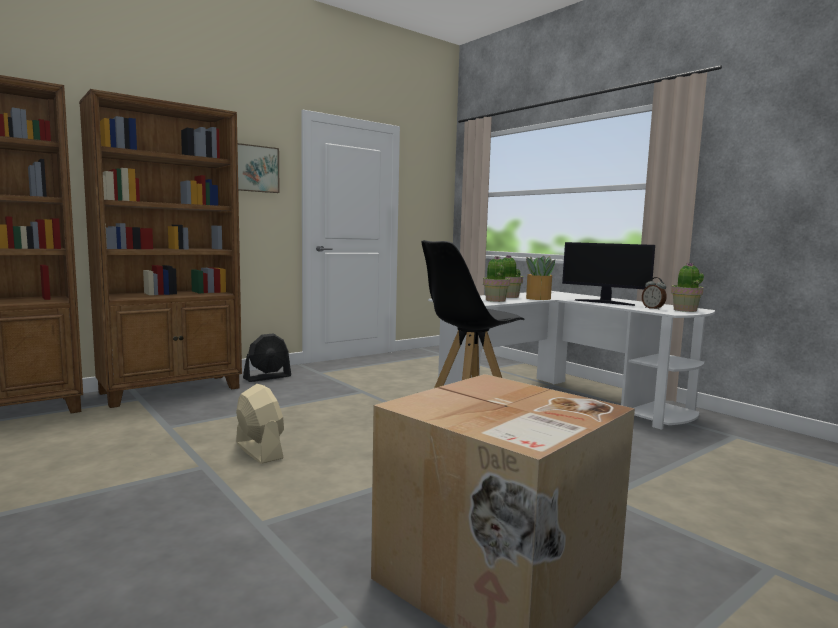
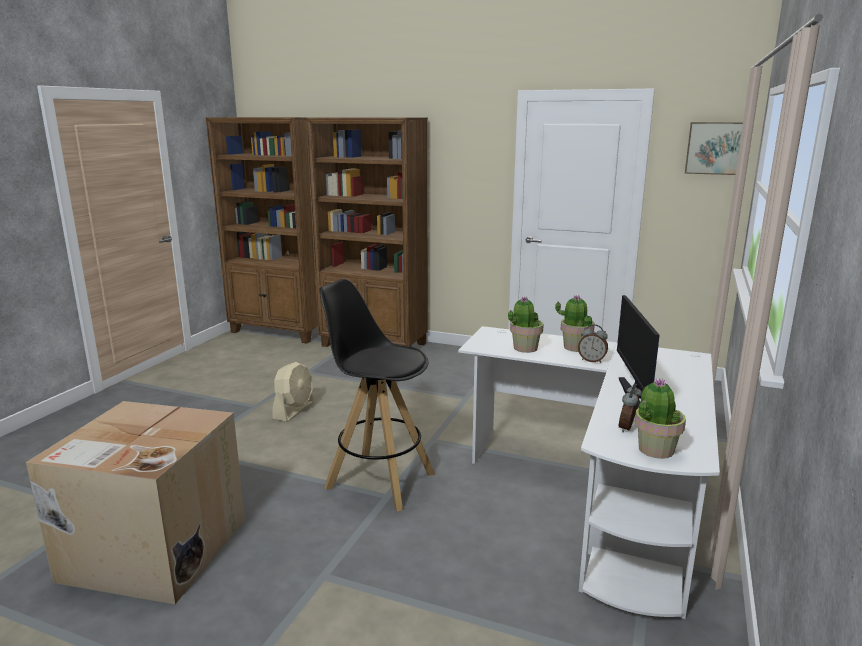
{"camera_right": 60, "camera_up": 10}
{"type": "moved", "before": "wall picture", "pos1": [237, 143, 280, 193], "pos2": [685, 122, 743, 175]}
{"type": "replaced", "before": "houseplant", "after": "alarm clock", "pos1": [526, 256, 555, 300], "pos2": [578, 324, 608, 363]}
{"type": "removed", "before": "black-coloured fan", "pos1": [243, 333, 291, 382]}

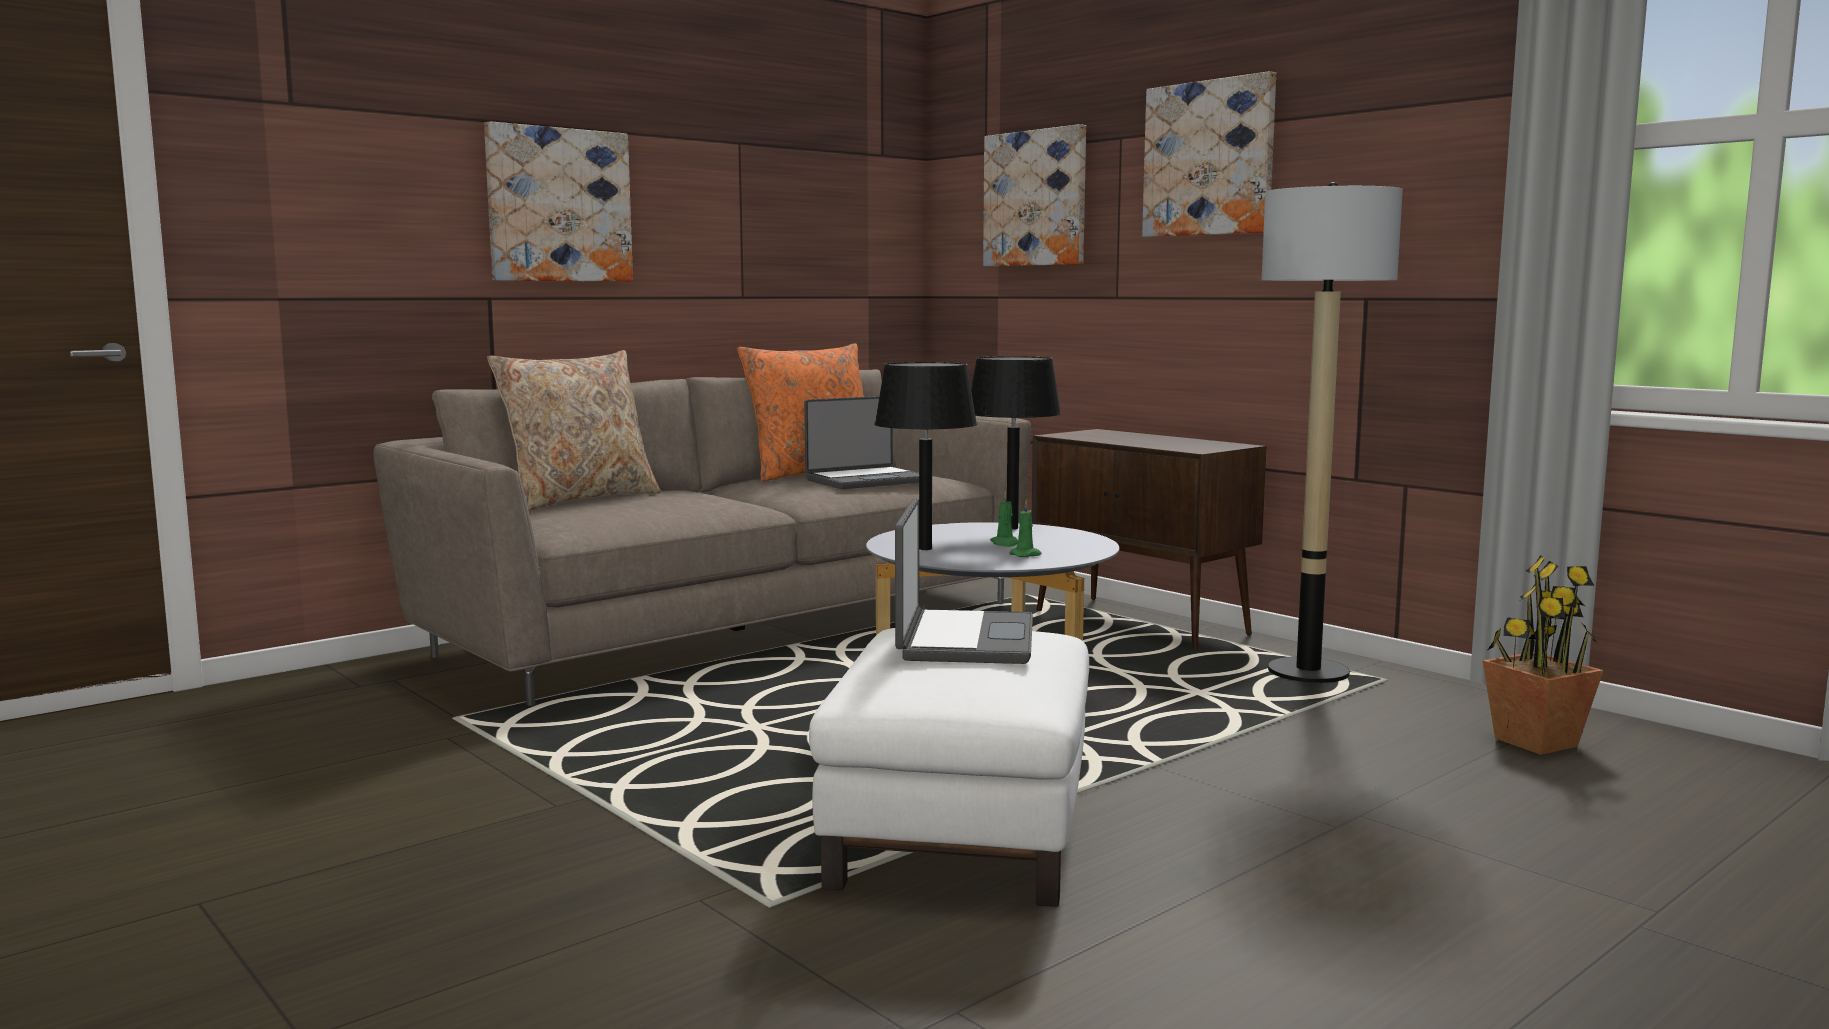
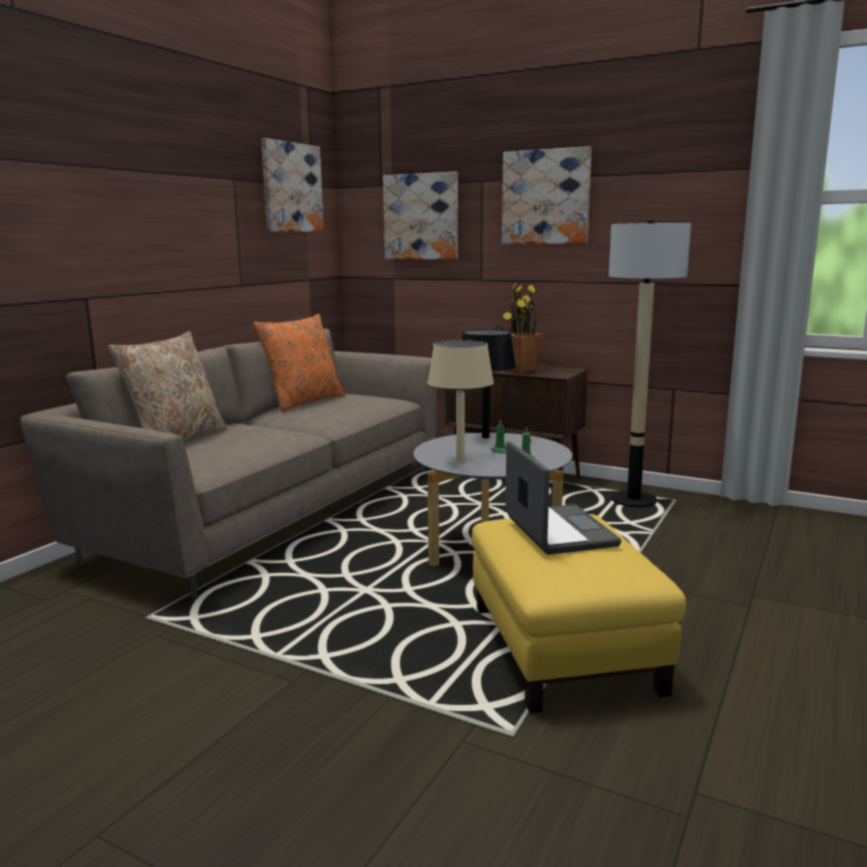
{"camera_right": -20, "camera_up": 5}
{"type": "moved", "before": "wall picture", "pos1": [484, 121, 633, 282], "pos2": [261, 138, 324, 232]}
{"type": "recoloured", "before": "black-coloured lamp for a table", "after": "sand-coloured lamp for a table", "pos1": [874, 362, 977, 550], "pos2": [427, 340, 494, 462]}
{"type": "removed", "before": "portable computer", "pos1": [804, 396, 919, 489]}
{"type": "moved", "before": "houseplant", "pos1": [1482, 555, 1604, 755], "pos2": [496, 282, 544, 373]}
{"type": "recoloured", "before": "whitish pouffe", "after": "yellow pouffe", "pos1": [809, 628, 1089, 907], "pos2": [472, 514, 686, 713]}

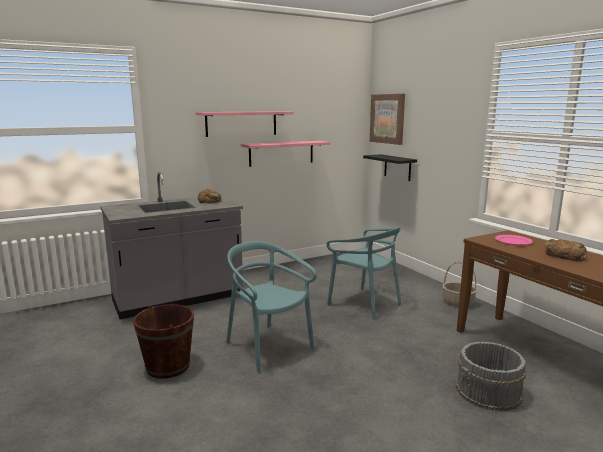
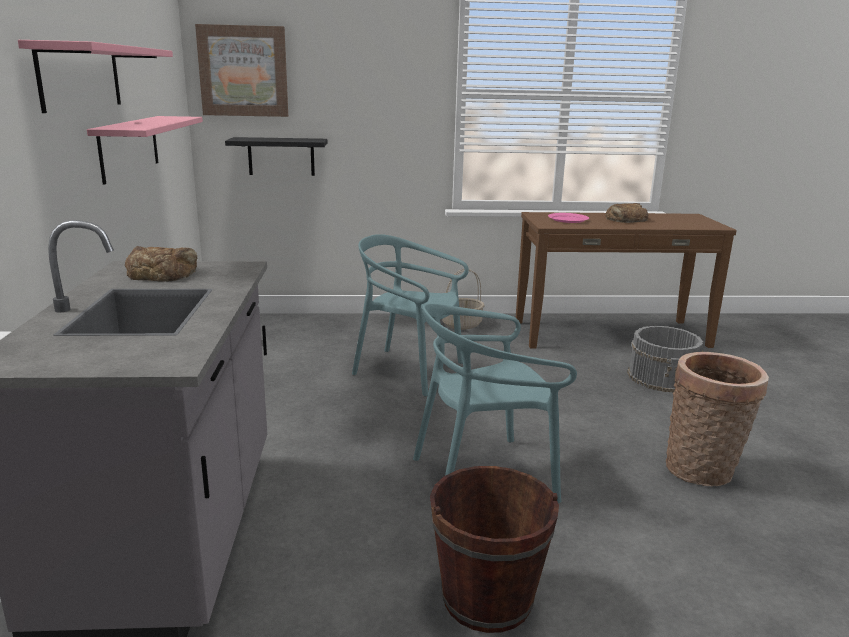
{"camera_right": -65, "camera_up": 5}
{"type": "turned", "before": "turquoise upright chair", "pos1": [327, 227, 401, 320], "pos2": [352, 234, 469, 396], "turn": -135}
{"type": "added", "after": "household basket", "pos2": [666, 352, 769, 486]}

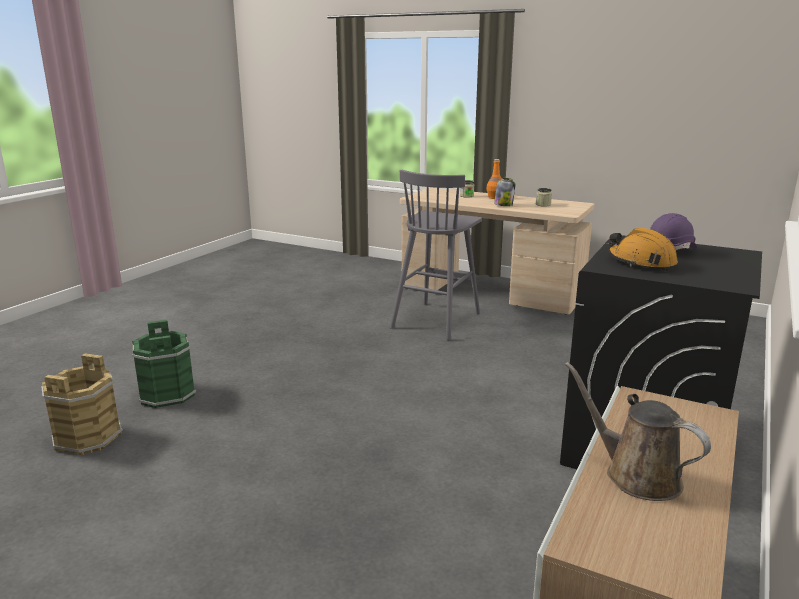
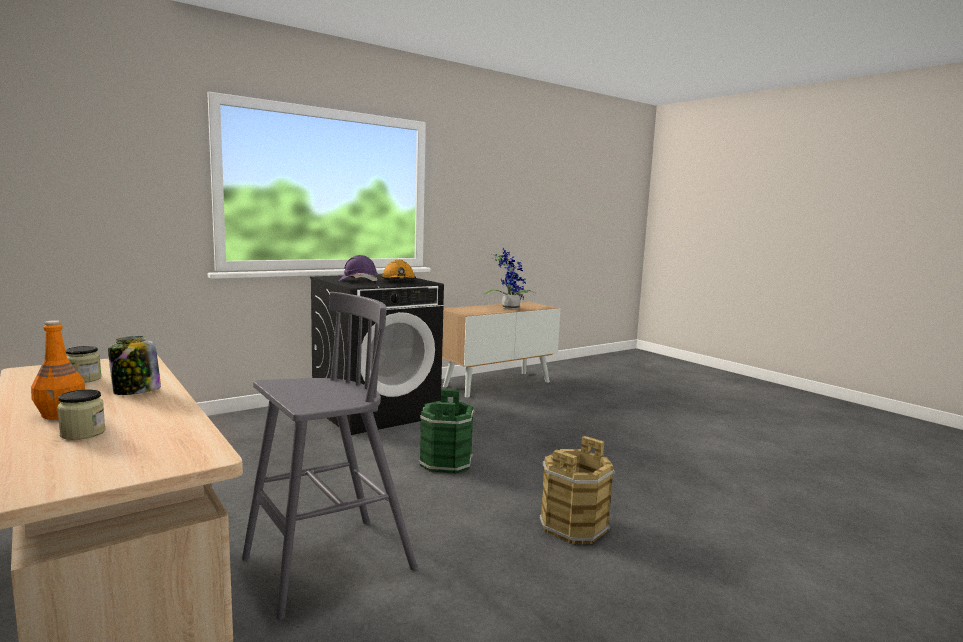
{"camera_right": -155, "camera_up": -10}
{"type": "moved", "before": "green pail", "pos1": [132, 320, 196, 409], "pos2": [419, 389, 475, 474]}
{"type": "moved", "before": "brown-coloured pail", "pos1": [41, 354, 123, 455], "pos2": [539, 436, 615, 544]}
{"type": "replaced", "before": "brown-coloured sprinkling can", "after": "houseplant", "pos1": [565, 362, 711, 501], "pos2": [484, 248, 535, 310]}

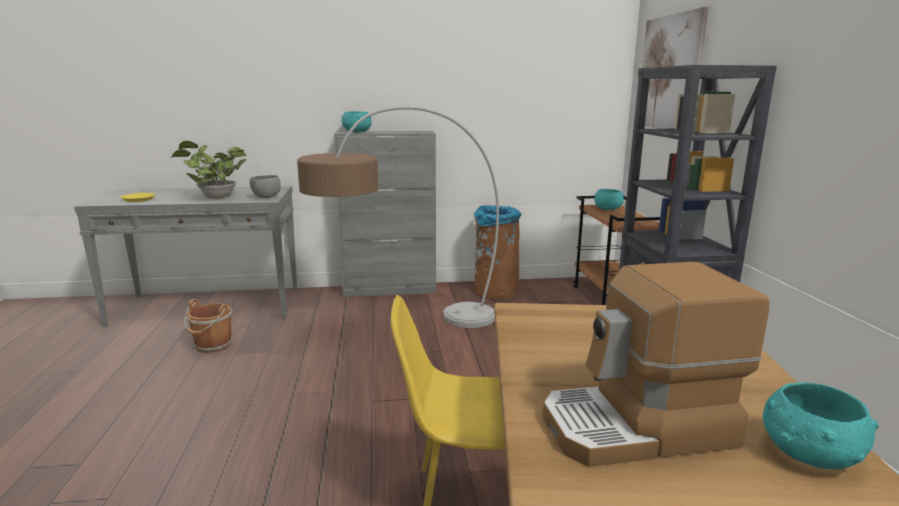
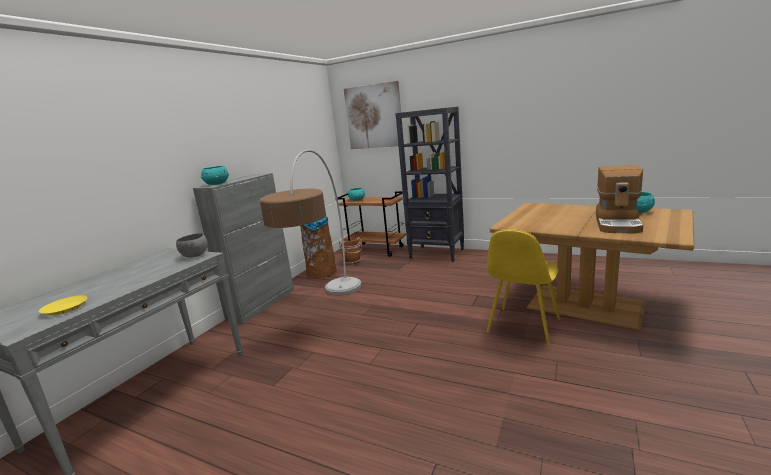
{"camera_right": -55, "camera_up": 0}
{"type": "removed", "before": "houseplant", "pos1": [171, 141, 247, 199]}
{"type": "moved", "before": "brown-coloured pail", "pos1": [184, 299, 232, 353], "pos2": [339, 237, 362, 265]}

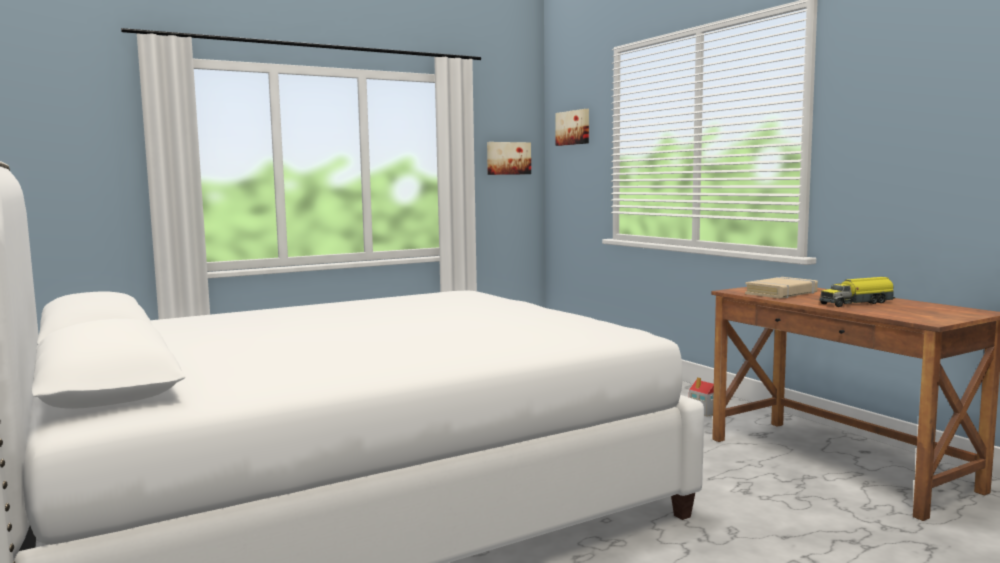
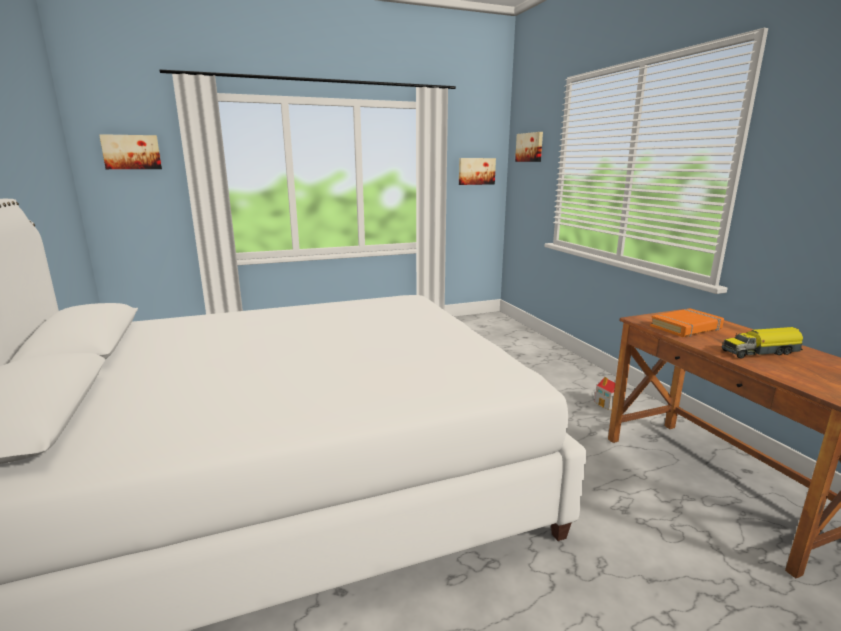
{"camera_right": 10, "camera_up": 10}
{"type": "recoloured", "before": "sand-coloured bound book", "after": "orange bound book", "pos1": [745, 277, 818, 299], "pos2": [650, 308, 724, 337]}
{"type": "added", "after": "wall picture", "pos2": [99, 134, 162, 169]}

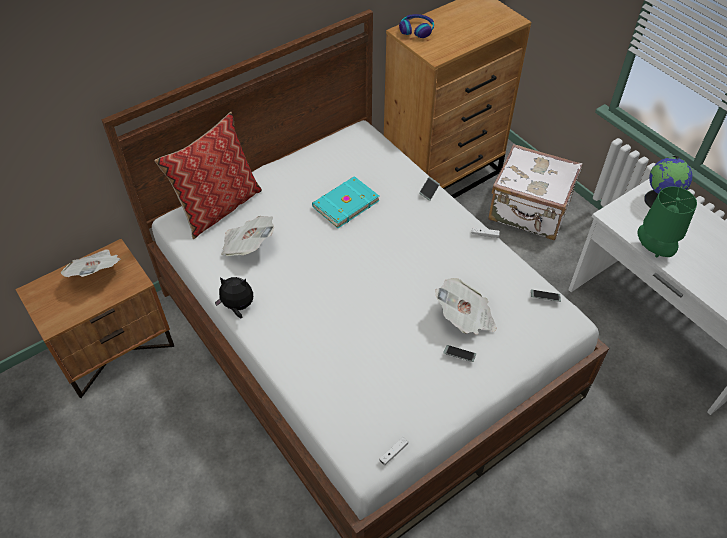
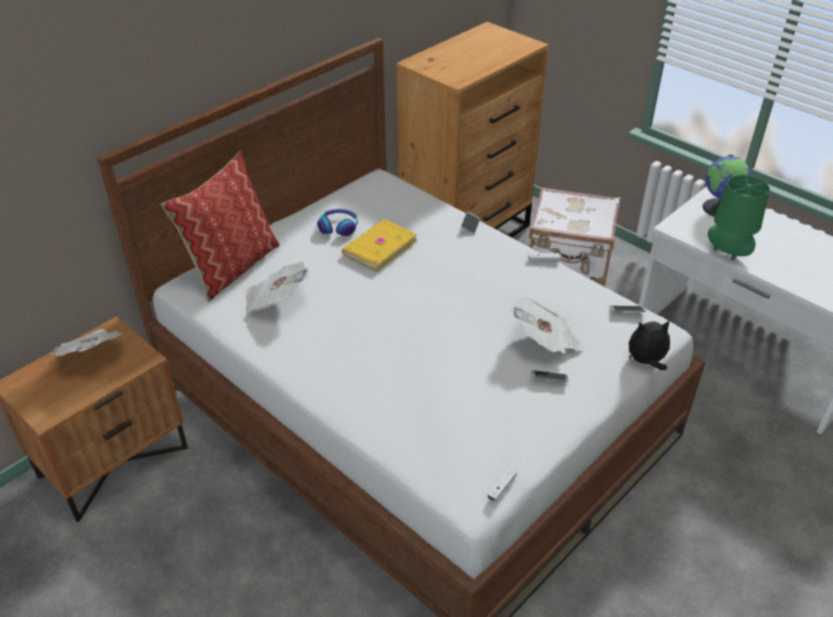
{"camera_right": -10, "camera_up": -10}
{"type": "moved", "before": "headphones", "pos1": [399, 14, 434, 38], "pos2": [317, 209, 358, 236]}
{"type": "recoloured", "before": "turquoise bound book", "after": "yellow bound book", "pos1": [312, 176, 379, 228], "pos2": [342, 219, 417, 272]}
{"type": "moved", "before": "soft toy", "pos1": [215, 277, 253, 318], "pos2": [629, 320, 670, 370]}

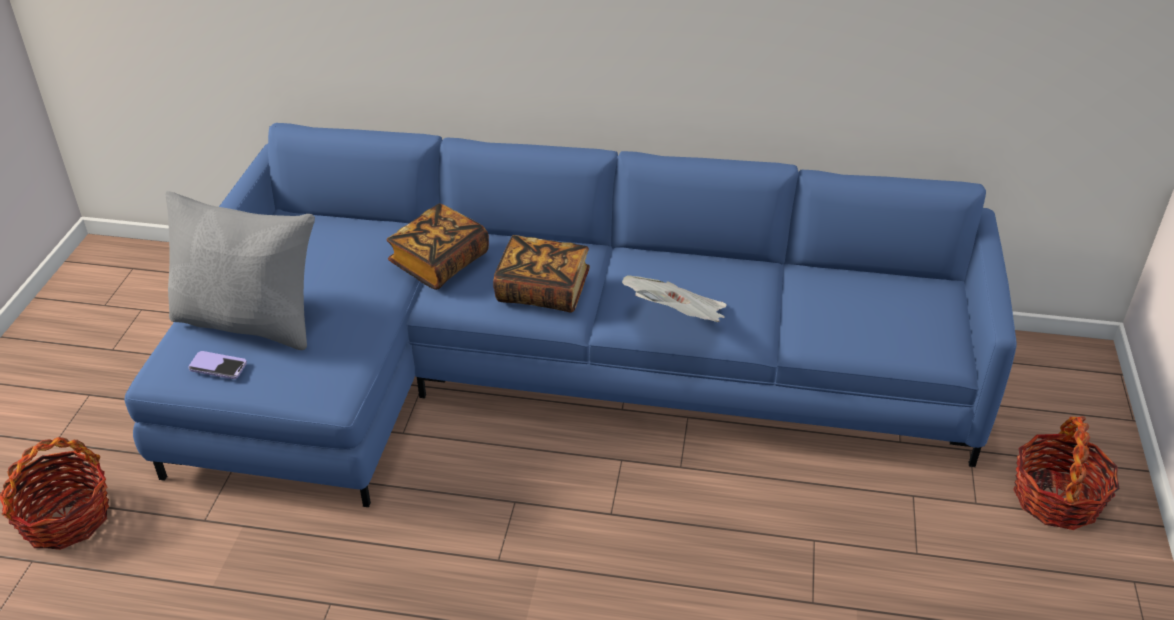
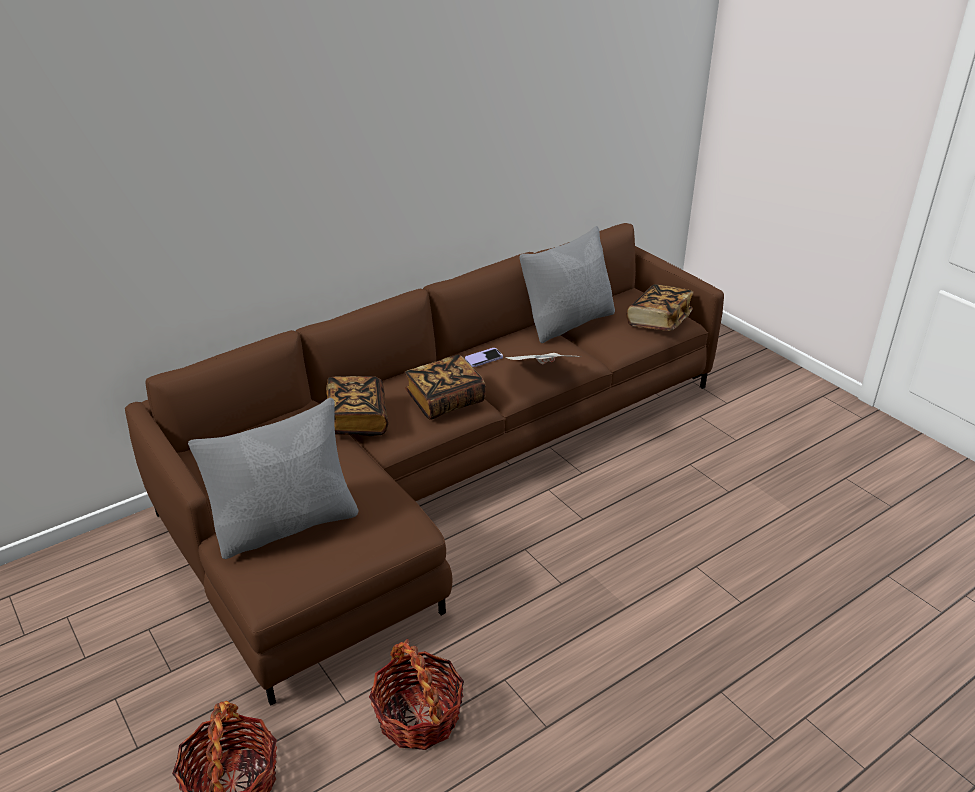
{"camera_right": -45, "camera_up": -5}
{"type": "recoloured", "before": "bluish couch", "after": "brown-coloured couch", "pos1": [124, 123, 1017, 507], "pos2": [125, 223, 724, 706]}
{"type": "moved", "before": "telephone", "pos1": [188, 351, 247, 379], "pos2": [465, 348, 503, 367]}
{"type": "moved", "before": "household basket", "pos1": [1013, 416, 1120, 530], "pos2": [369, 639, 464, 750]}
{"type": "added", "after": "gray pillow", "pos2": [520, 226, 615, 343]}
{"type": "added", "after": "bound book", "pos2": [627, 284, 693, 331]}

